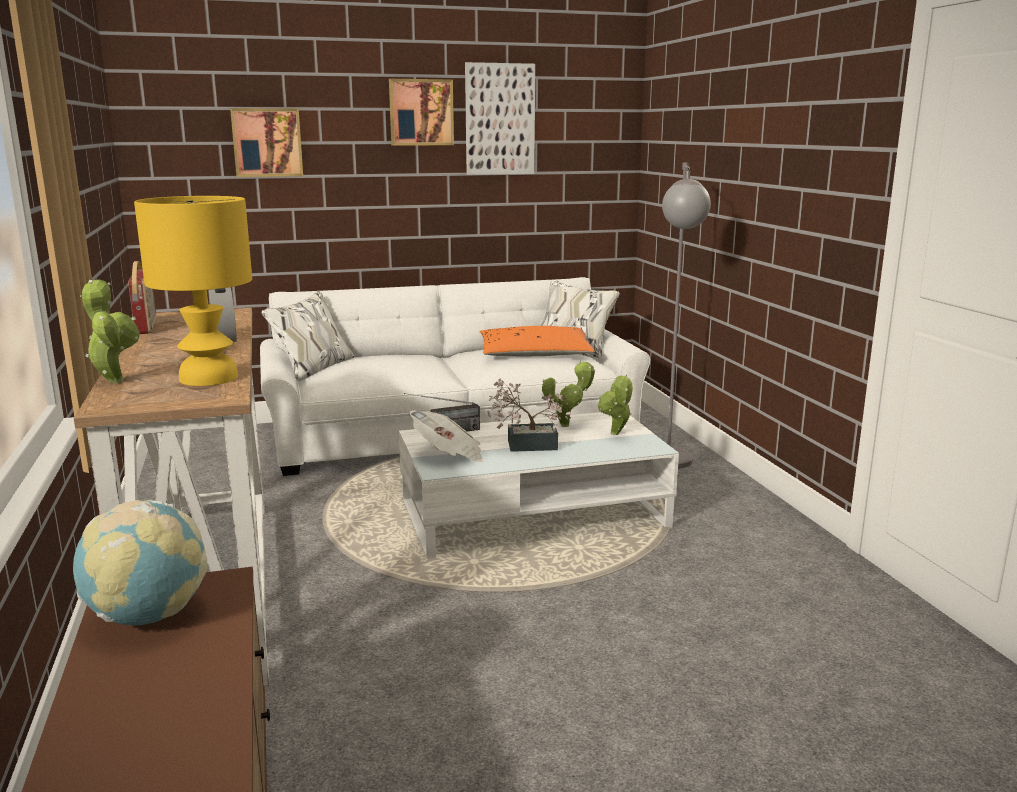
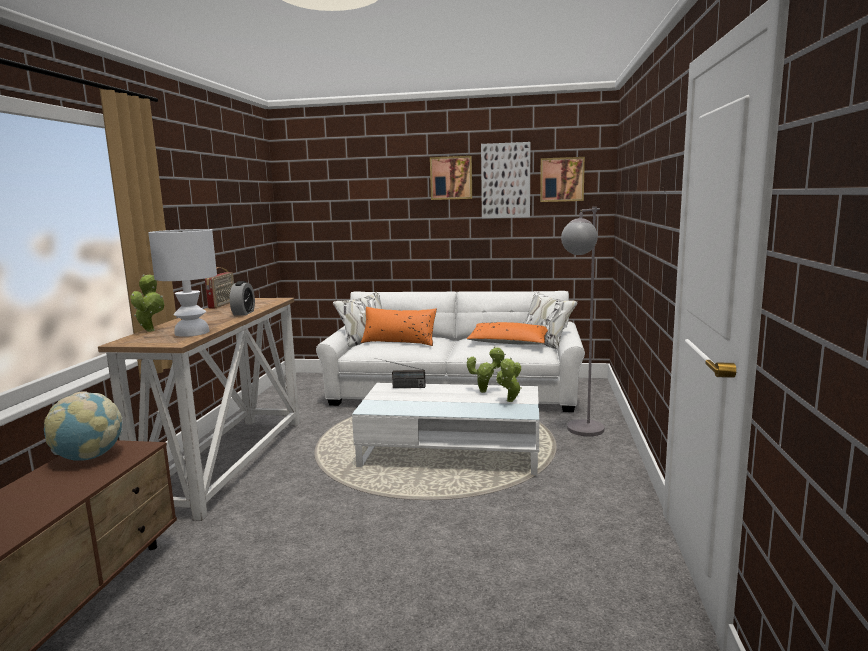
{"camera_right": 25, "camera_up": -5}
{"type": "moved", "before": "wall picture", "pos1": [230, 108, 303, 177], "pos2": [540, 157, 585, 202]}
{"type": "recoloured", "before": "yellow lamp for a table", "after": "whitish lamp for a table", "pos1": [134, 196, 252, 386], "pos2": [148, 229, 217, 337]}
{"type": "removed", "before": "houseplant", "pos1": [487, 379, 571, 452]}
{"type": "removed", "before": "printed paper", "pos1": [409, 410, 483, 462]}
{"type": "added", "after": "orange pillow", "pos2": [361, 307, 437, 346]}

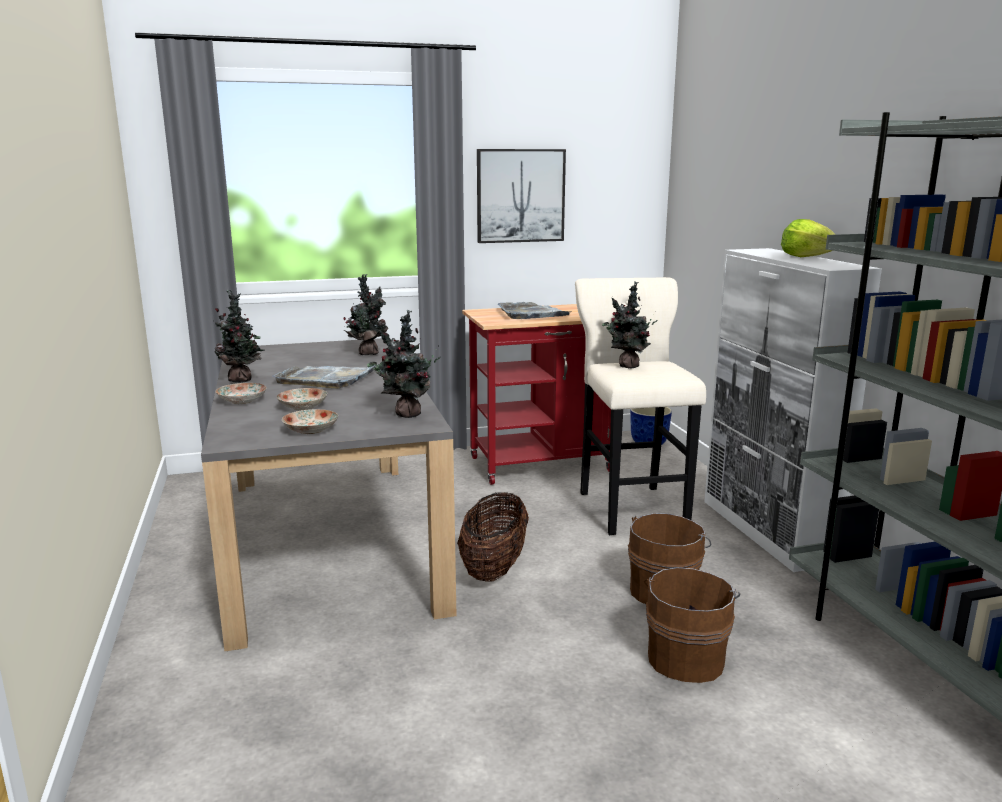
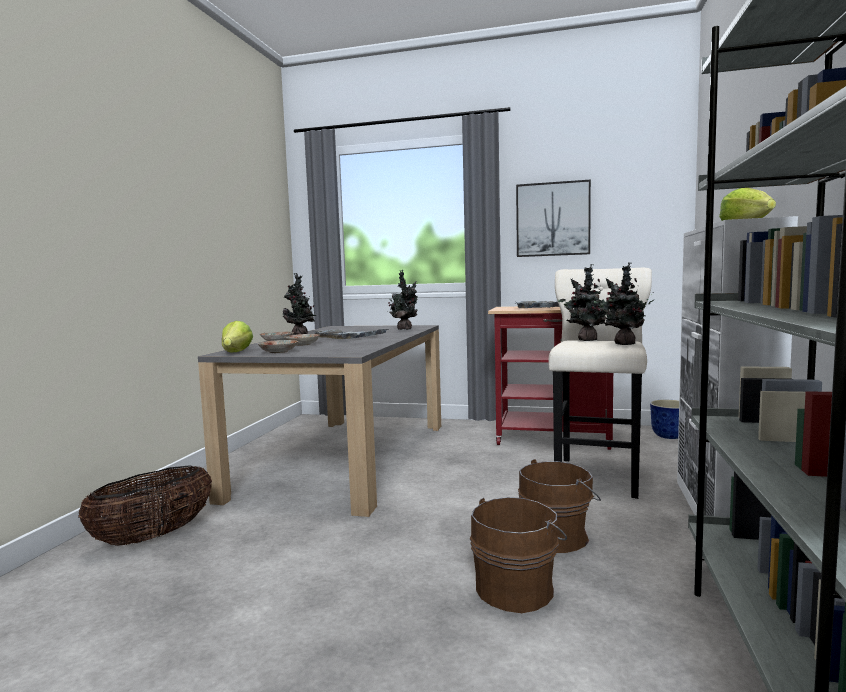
{"camera_right": 30, "camera_up": -10}
{"type": "moved", "before": "houseplant", "pos1": [367, 310, 441, 418], "pos2": [594, 262, 654, 345]}
{"type": "moved", "before": "household basket", "pos1": [457, 492, 529, 581], "pos2": [78, 465, 212, 546]}
{"type": "added", "after": "lettuce head", "pos2": [222, 321, 253, 353]}

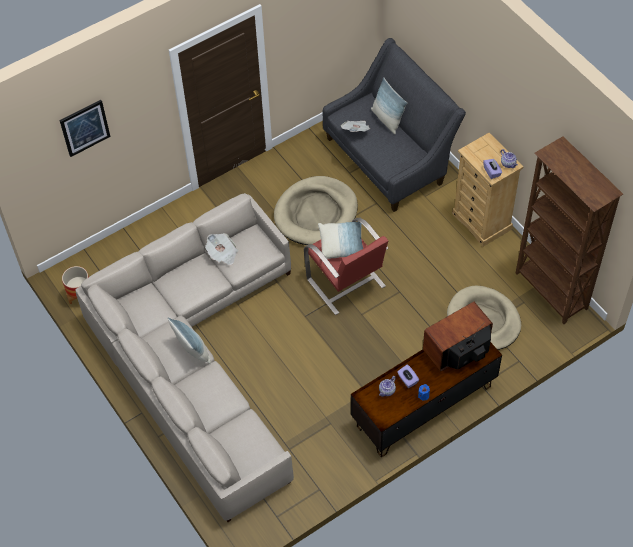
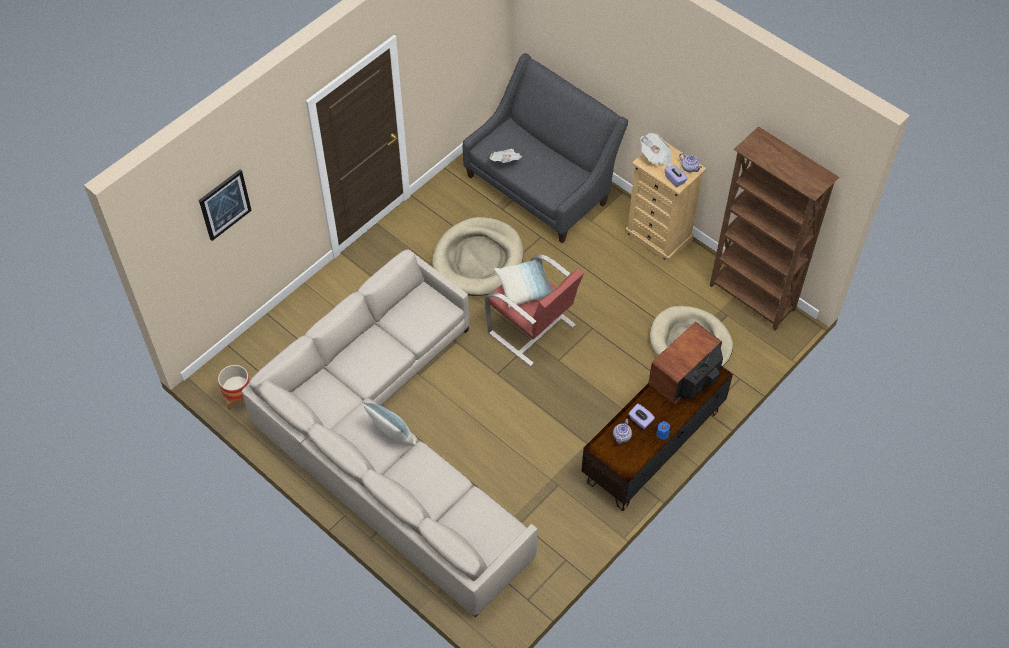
{"camera_right": -15, "camera_up": 0}
{"type": "removed", "before": "pillow", "pos1": [371, 77, 407, 134]}
{"type": "moved", "before": "printed paper", "pos1": [205, 233, 238, 266], "pos2": [640, 133, 672, 167]}

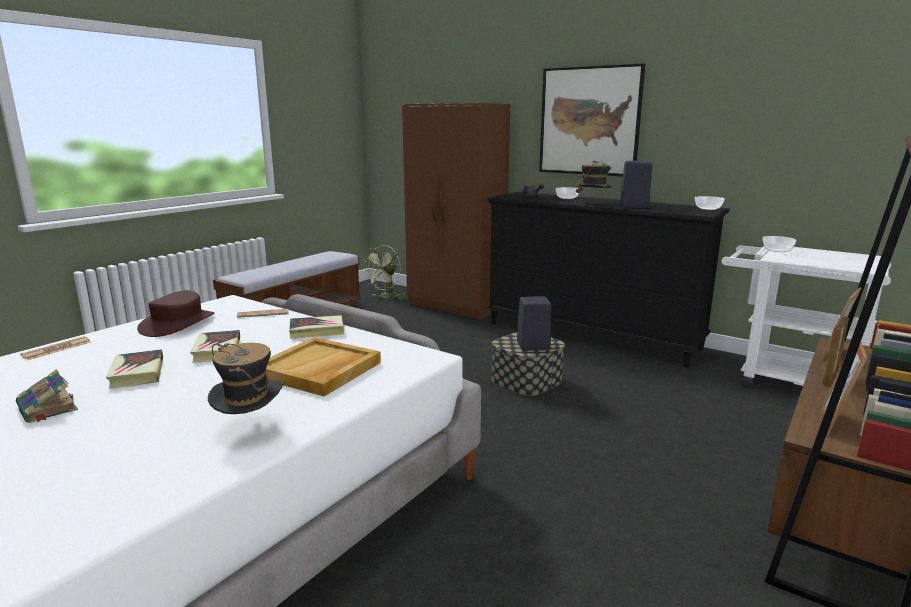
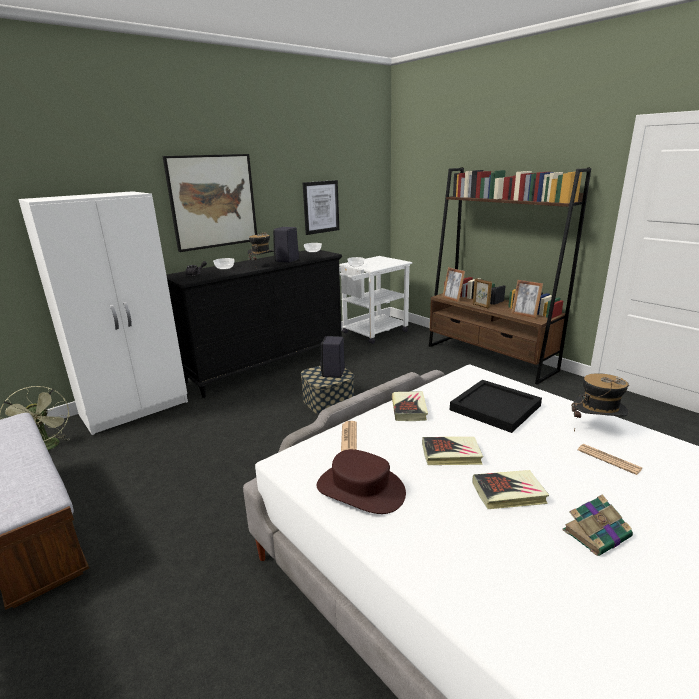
{"camera_right": -75, "camera_up": 5}
{"type": "recoloured", "before": "brown-coloured wardrobe", "after": "whitish wardrobe", "pos1": [402, 103, 510, 320], "pos2": [18, 191, 188, 435]}
{"type": "moved", "before": "printed paper", "pos1": [20, 336, 91, 360], "pos2": [578, 444, 643, 475]}
{"type": "recoloured", "before": "sand-coloured carrying tray", "after": "black-coloured carrying tray", "pos1": [266, 337, 381, 397], "pos2": [450, 380, 542, 433]}
{"type": "added", "after": "wall picture", "pos2": [303, 180, 339, 235]}

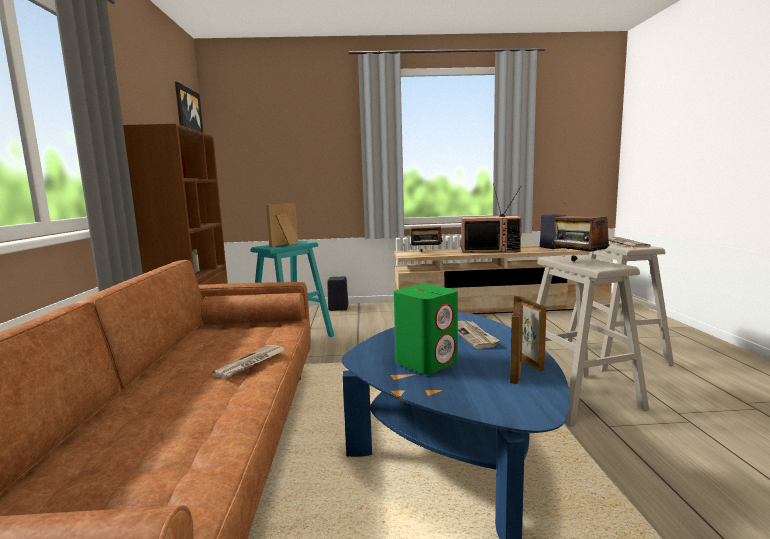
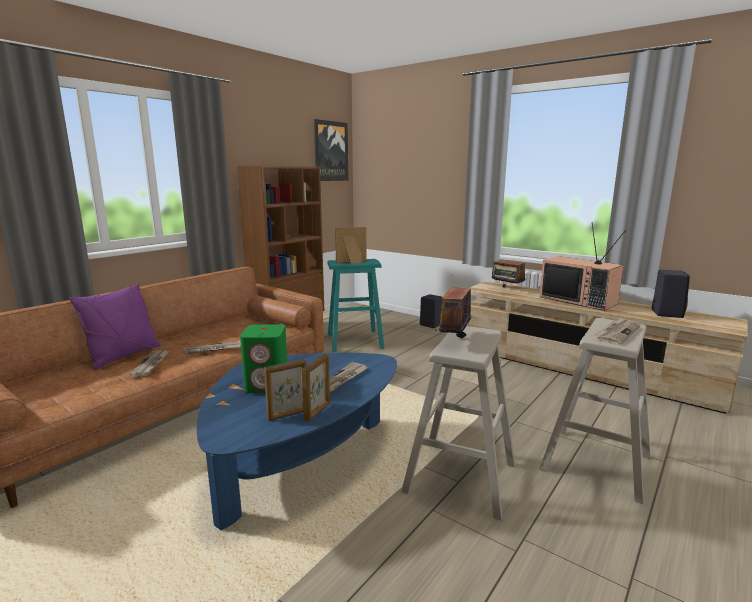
{"camera_right": 40, "camera_up": 5}
{"type": "added", "after": "purple pillow", "pos2": [69, 284, 161, 370]}
{"type": "added", "after": "printed paper", "pos2": [130, 350, 169, 377]}

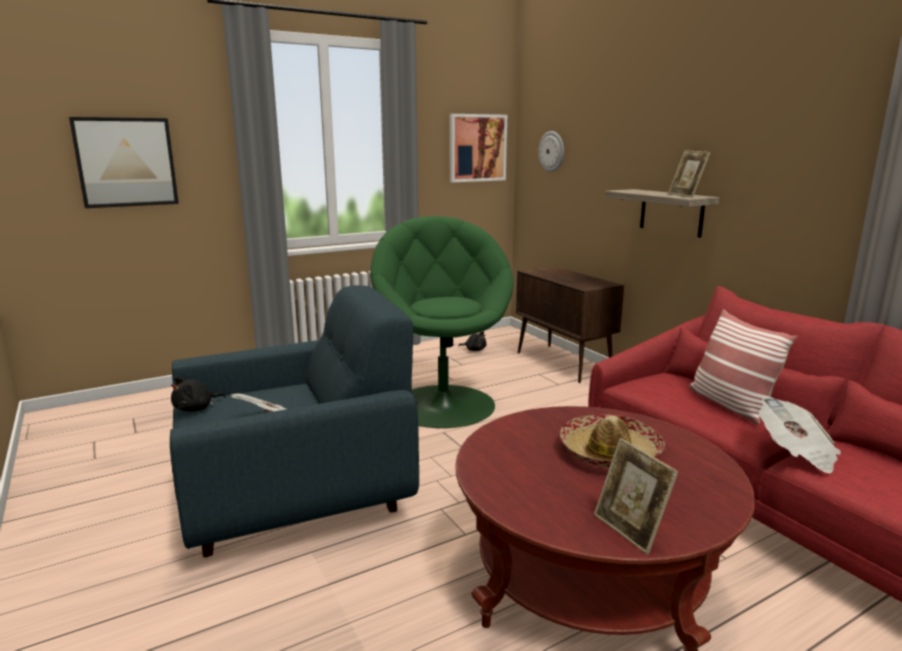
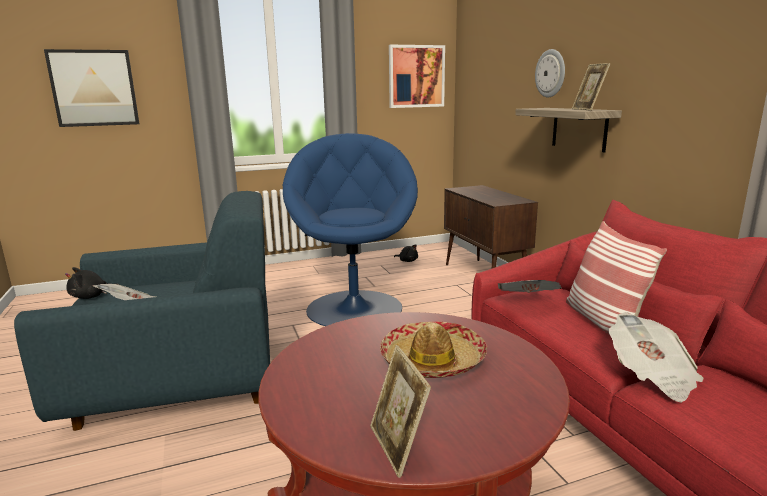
{"camera_right": 10, "camera_up": 0}
{"type": "moved", "before": "wall clock", "pos1": [538, 131, 564, 172], "pos2": [535, 49, 565, 98]}
{"type": "recoloured", "before": "green easy chair", "after": "bluish easy chair", "pos1": [370, 216, 514, 428], "pos2": [283, 133, 418, 326]}
{"type": "added", "after": "printed paper", "pos2": [497, 280, 562, 293]}

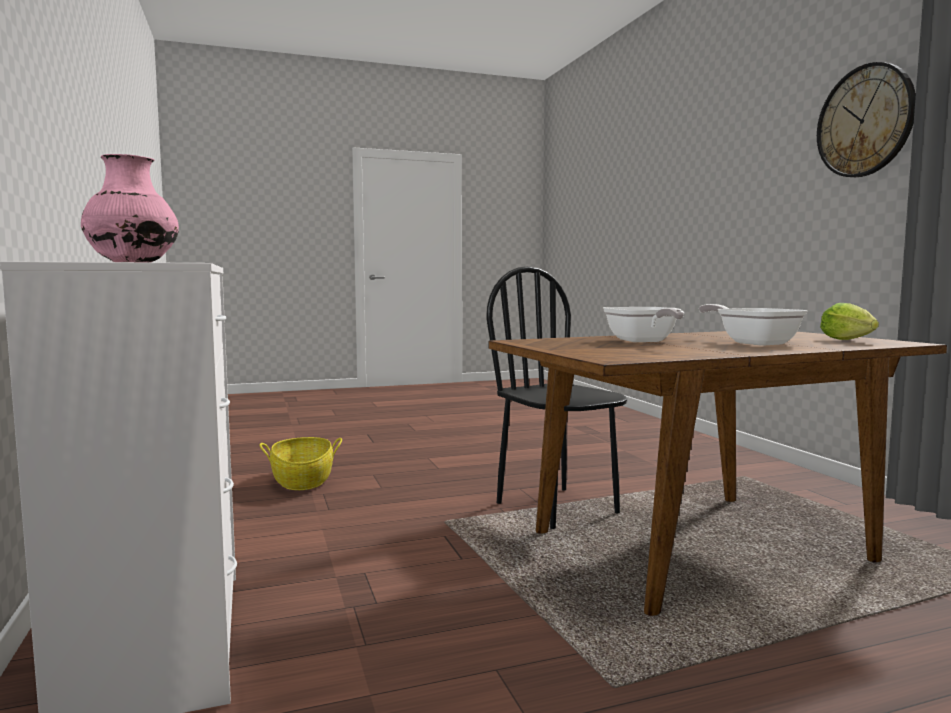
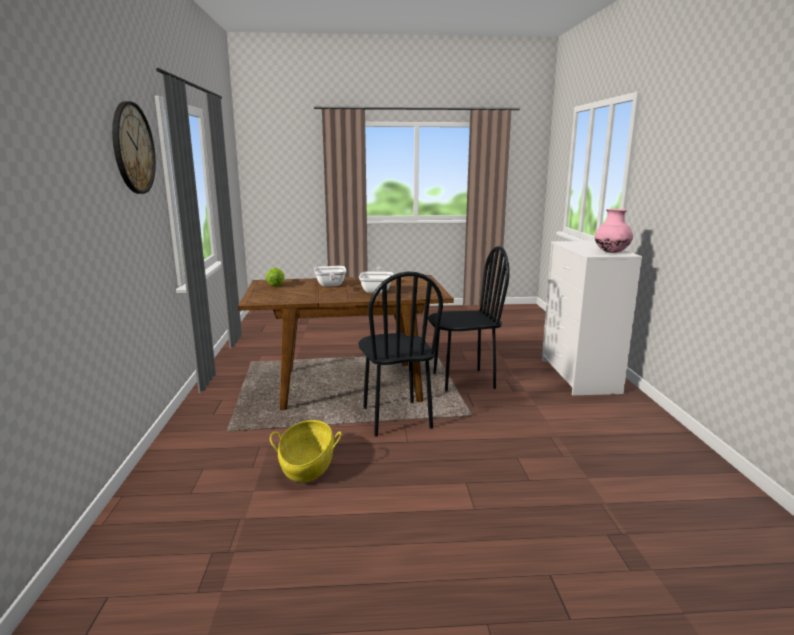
{"camera_right": -165, "camera_up": 10}
{"type": "moved", "before": "household basket", "pos1": [260, 437, 342, 490], "pos2": [270, 420, 341, 482]}
{"type": "added", "after": "black-coloured upright chair", "pos2": [428, 246, 510, 392]}

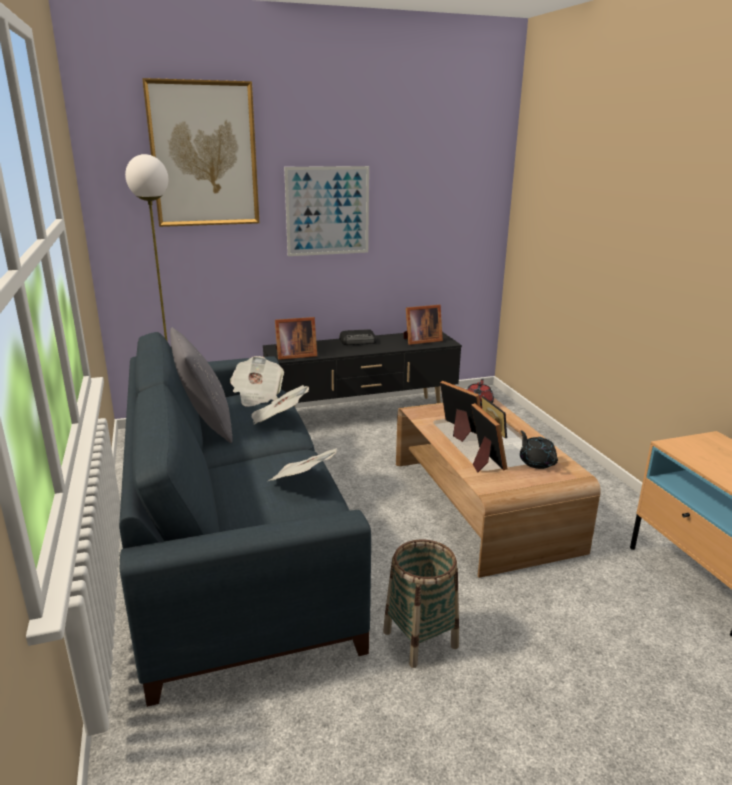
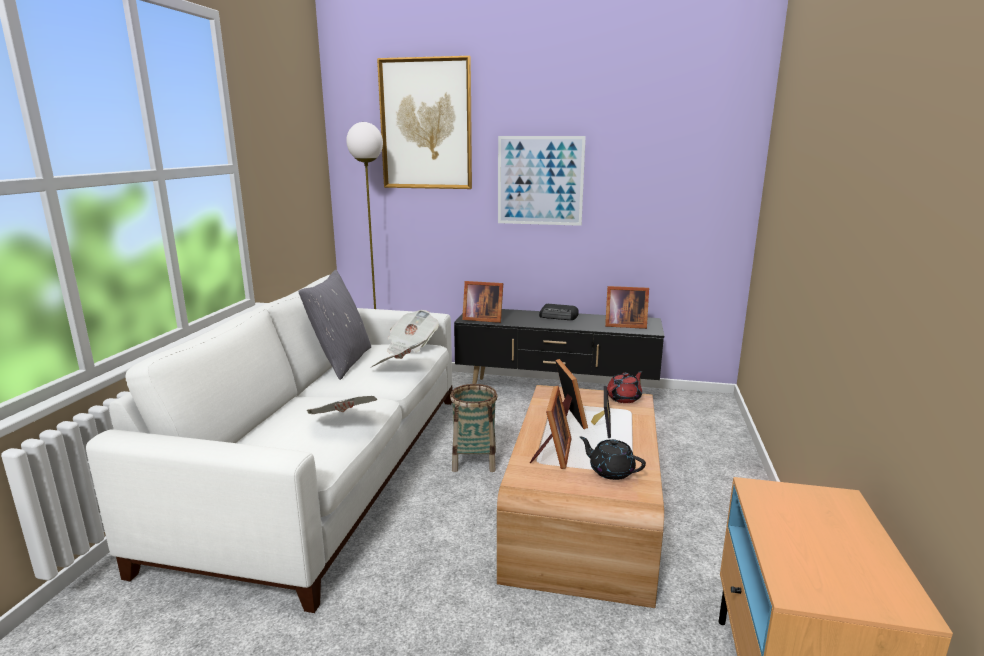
{"camera_right": 30, "camera_up": -5}
{"type": "recoloured", "before": "bluish couch", "after": "whitish couch", "pos1": [119, 332, 371, 707], "pos2": [86, 275, 452, 613]}
{"type": "turned", "before": "black-coloured teapot", "pos1": [520, 430, 558, 469], "pos2": [580, 436, 646, 480], "turn": -60}
{"type": "moved", "before": "household basket", "pos1": [383, 539, 459, 668], "pos2": [450, 384, 497, 472]}

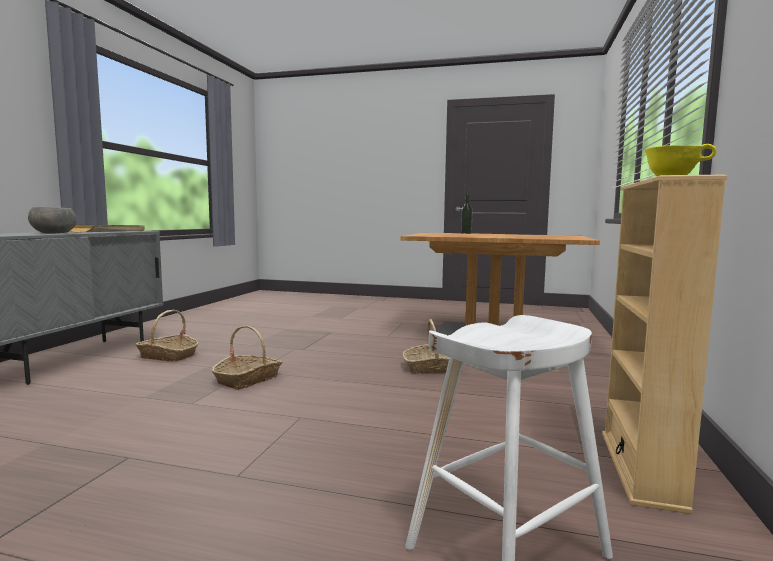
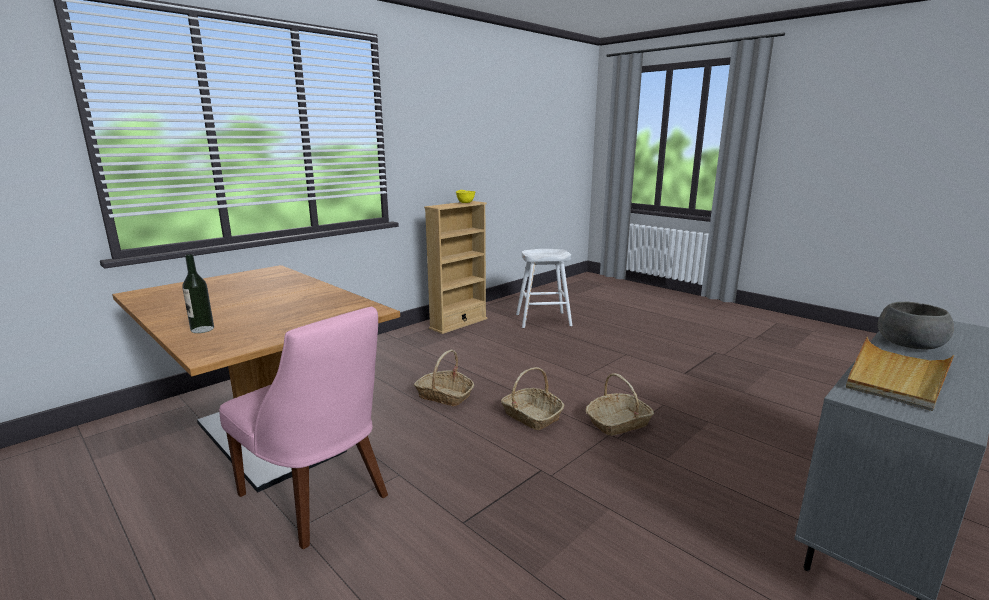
{"camera_right": -150, "camera_up": 10}
{"type": "moved", "before": "household basket", "pos1": [135, 310, 199, 362], "pos2": [501, 367, 565, 430]}
{"type": "added", "after": "pinkish upright chair", "pos2": [219, 307, 388, 549]}

